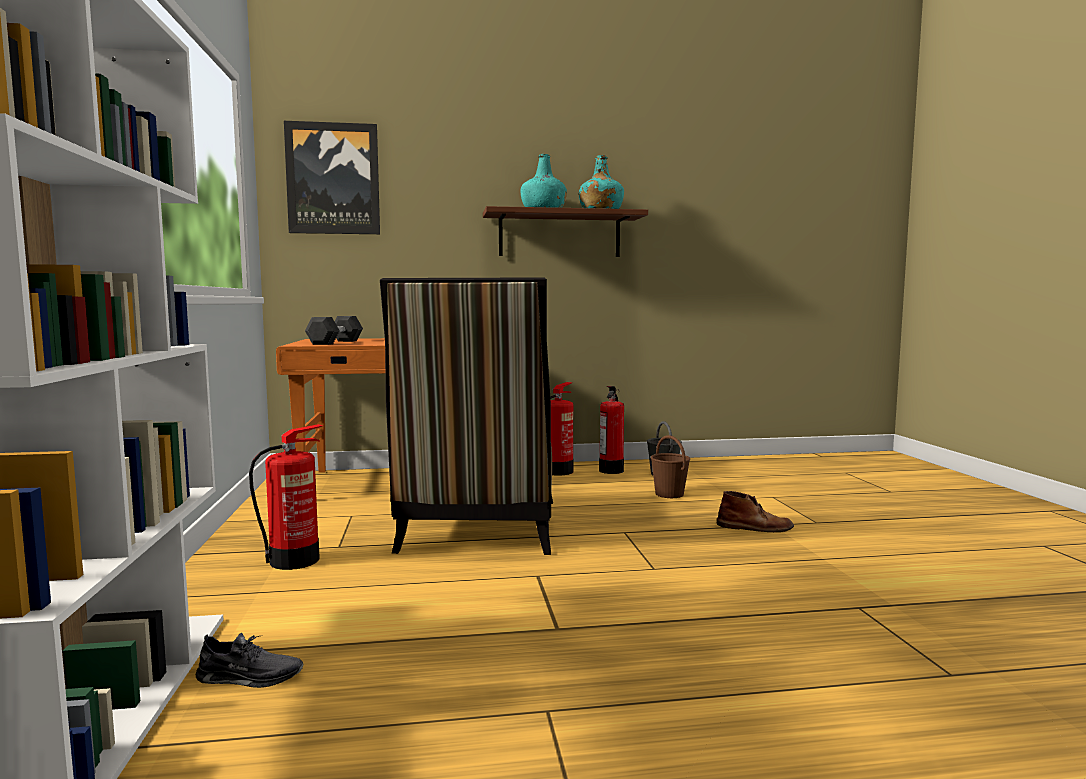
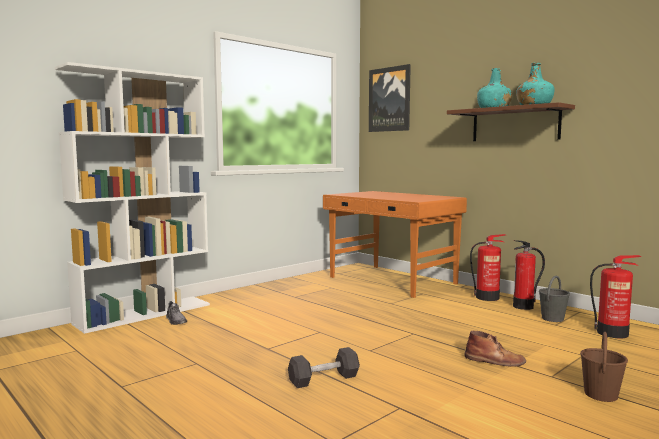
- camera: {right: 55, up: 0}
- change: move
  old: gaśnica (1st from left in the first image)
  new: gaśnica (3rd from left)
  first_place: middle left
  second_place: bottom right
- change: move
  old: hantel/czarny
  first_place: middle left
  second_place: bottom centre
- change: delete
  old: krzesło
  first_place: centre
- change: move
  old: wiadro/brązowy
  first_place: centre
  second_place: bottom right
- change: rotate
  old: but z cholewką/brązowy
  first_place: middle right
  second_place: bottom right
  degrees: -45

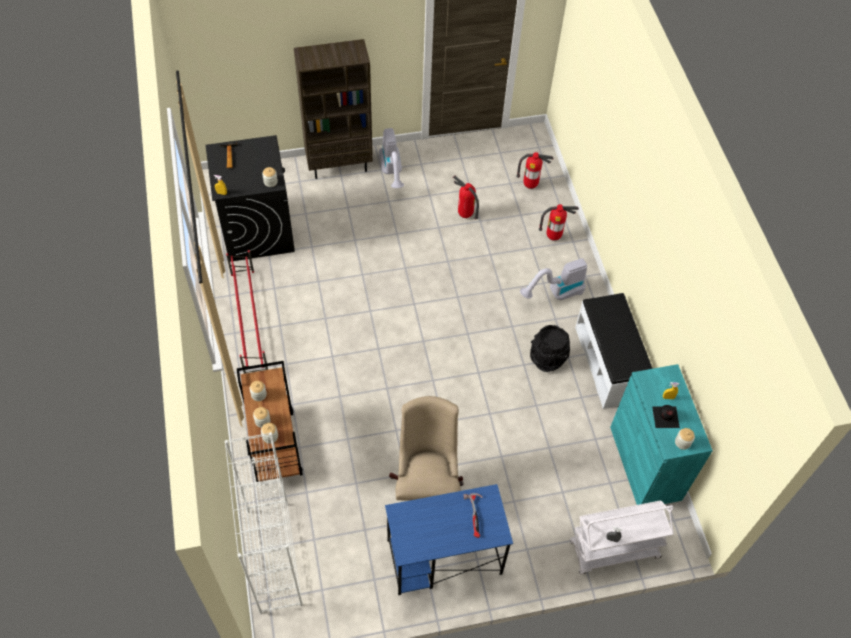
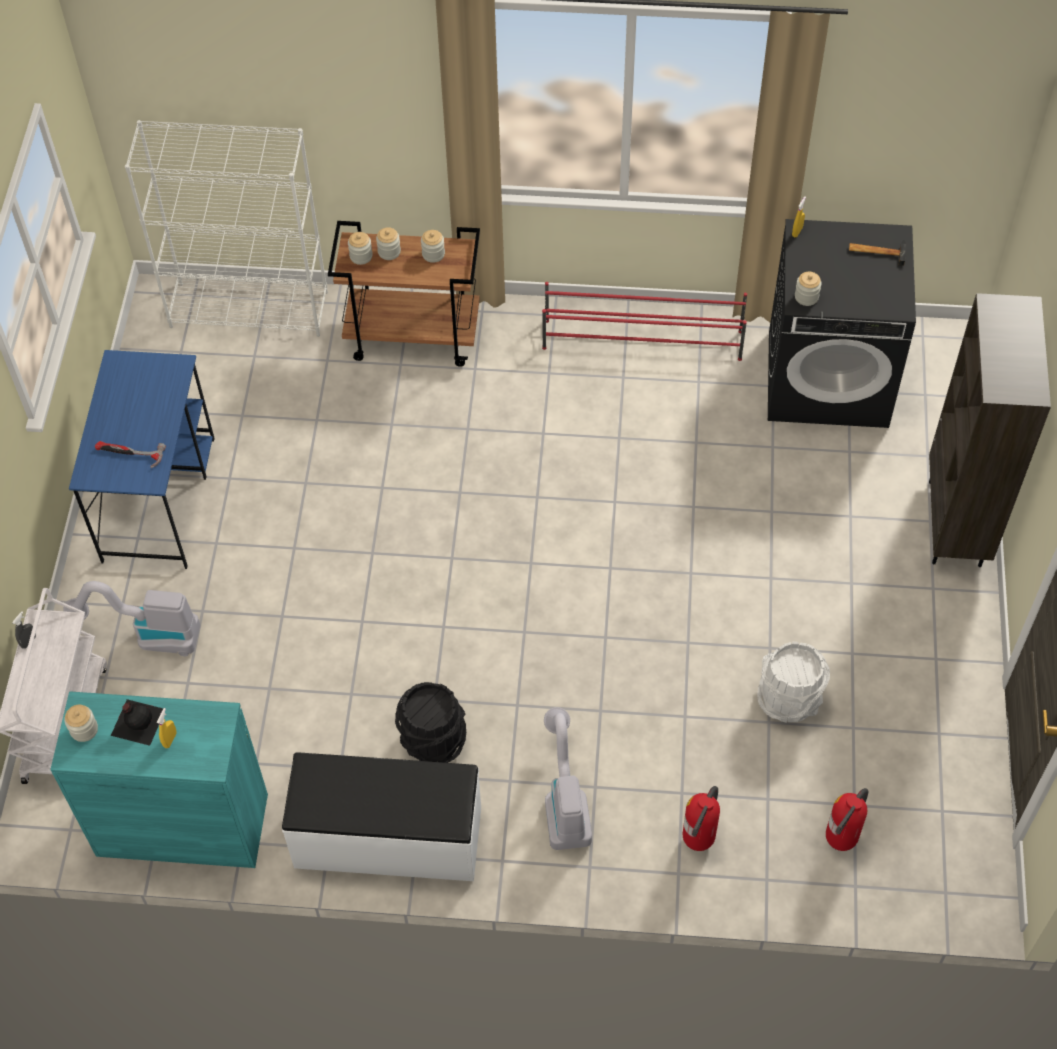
- camera: {right: 110, up: 0}
- change: move
  old: odkurzacz (1st from left)
  first_place: top centre
  second_place: middle left
- change: delete
  old: krzesło biurowe/beżowy
  first_place: bottom centre
- change: replace
  old: gaśnica (1st from left)
  new: wiadro/biały
  first_place: top centre
  second_place: middle right

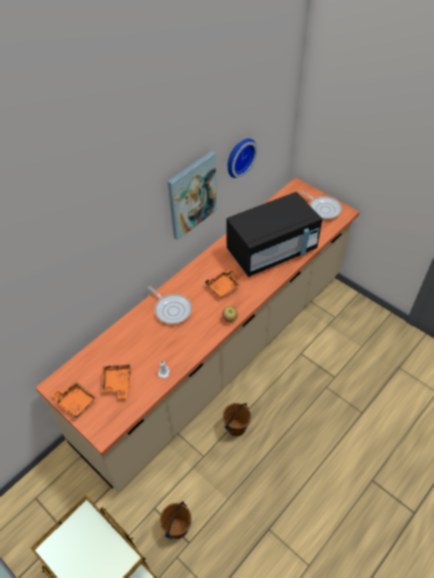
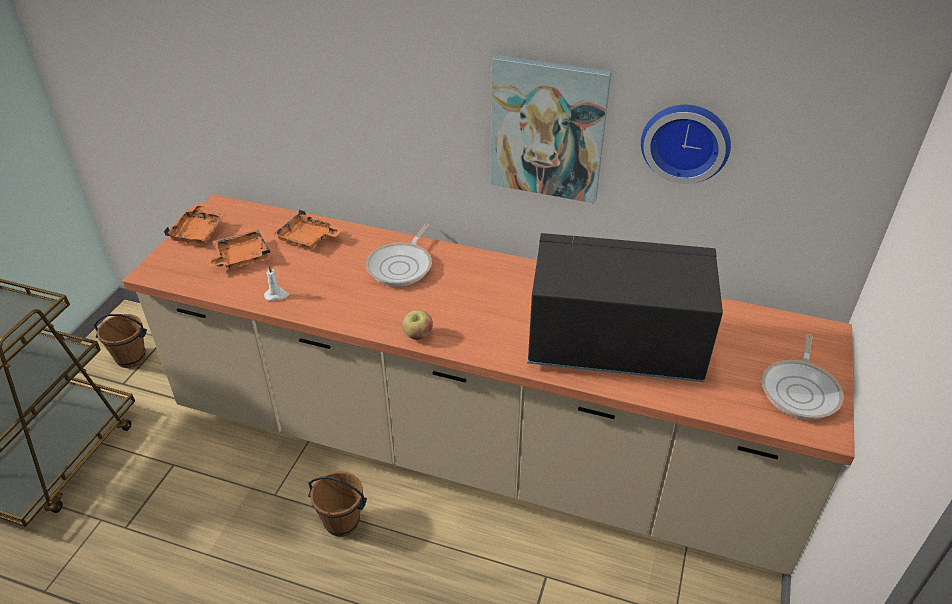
- camera: {right: 65, up: -10}
- change: move
  old: wiadro/brązowy (1st from left)
  first_place: bottom centre
  second_place: middle left
- change: move
  old: taca/pomarańczowy (3rd from left)
  first_place: centre
  second_place: middle left
- change: rotate
  old: mikrofalówka/czarny
  first_place: centre
  second_place: centre
  degrees: 150

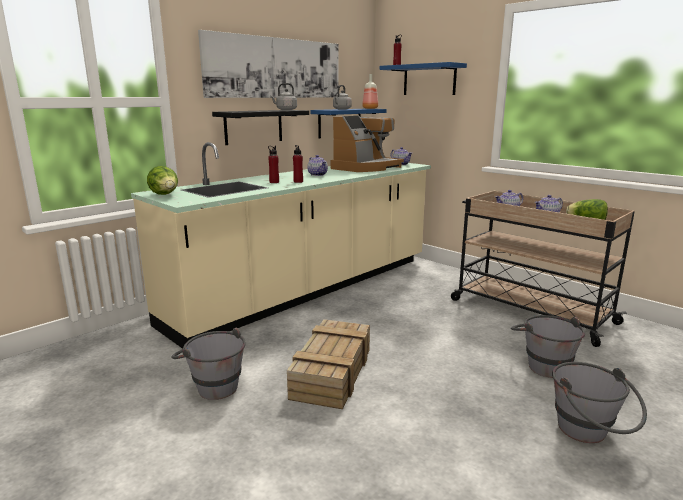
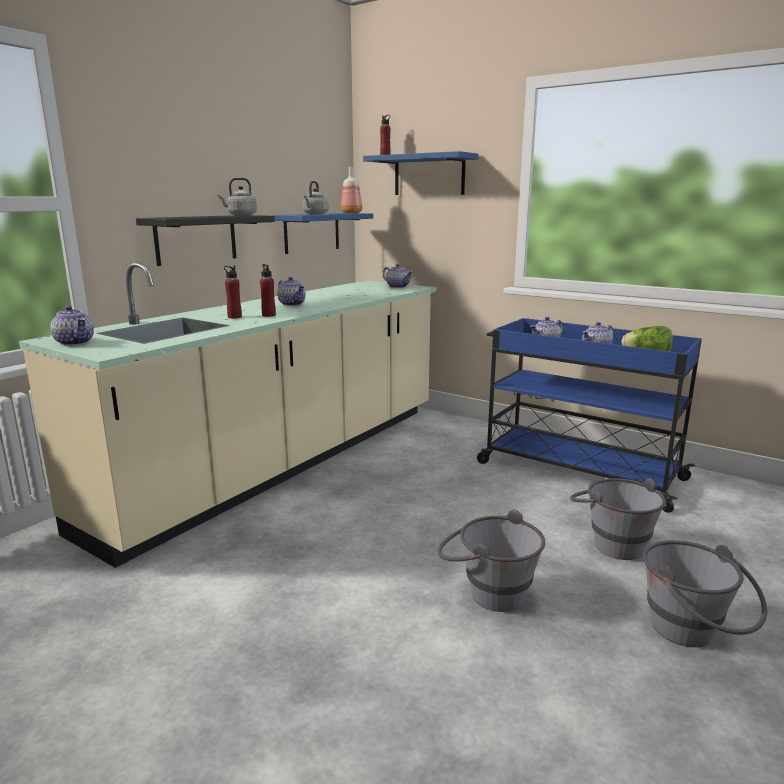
- camera: {right: -10, up: 0}
- change: replace
  old: sałata (1st from left)
  new: imbryk (1st from left)
  first_place: middle left
  second_place: middle left
- change: move
  old: wiadro/szary (1st from left)
  first_place: bottom left
  second_place: bottom centre
- change: delete
  old: obraz
  first_place: top centre
- change: delete
  old: skrzynka
  first_place: bottom centre
- change: delete
  old: ekspres do kawy
  first_place: top centre
- change: recolor
  old: wózek/beżowy
  new: wózek/niebieski
  first_place: middle right
  second_place: middle right

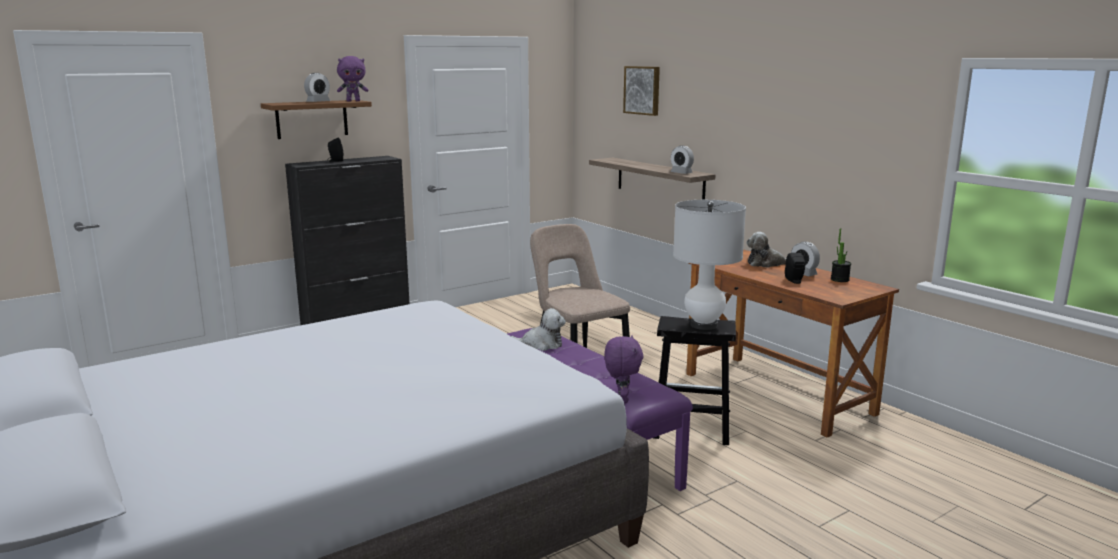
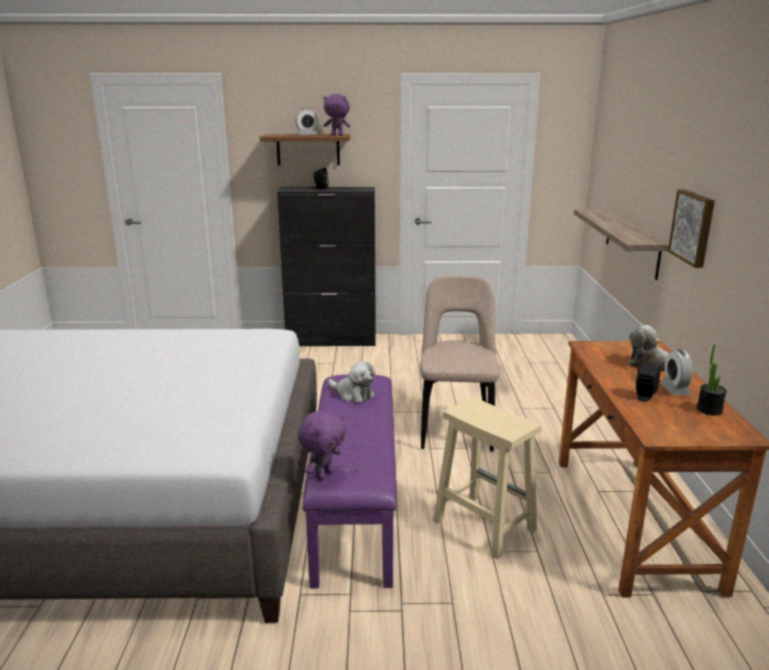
- camera: {right: 35, up: 5}
- change: move
  old: obraz
  first_place: top centre
  second_place: middle right
- change: recolor
  old: stołek/czarny
  new: stołek/beżowy
  first_place: bottom centre
  second_place: bottom centre
- change: delete
  old: budzik (2nd from left)
  first_place: top centre
- change: delete
  old: lampa stołowa/biały
  first_place: centre

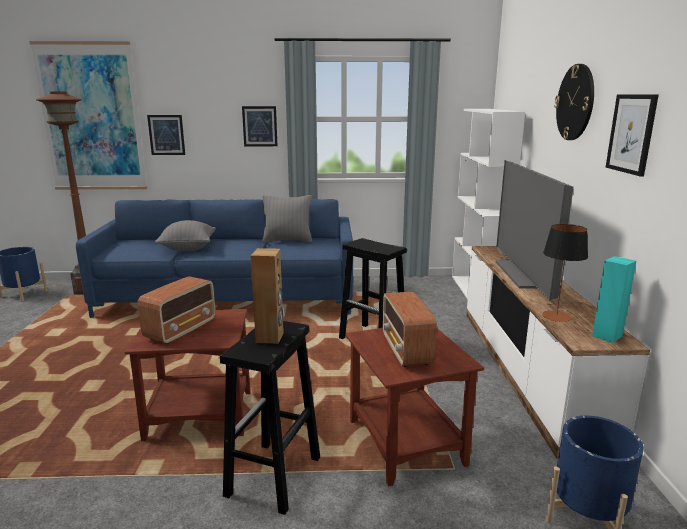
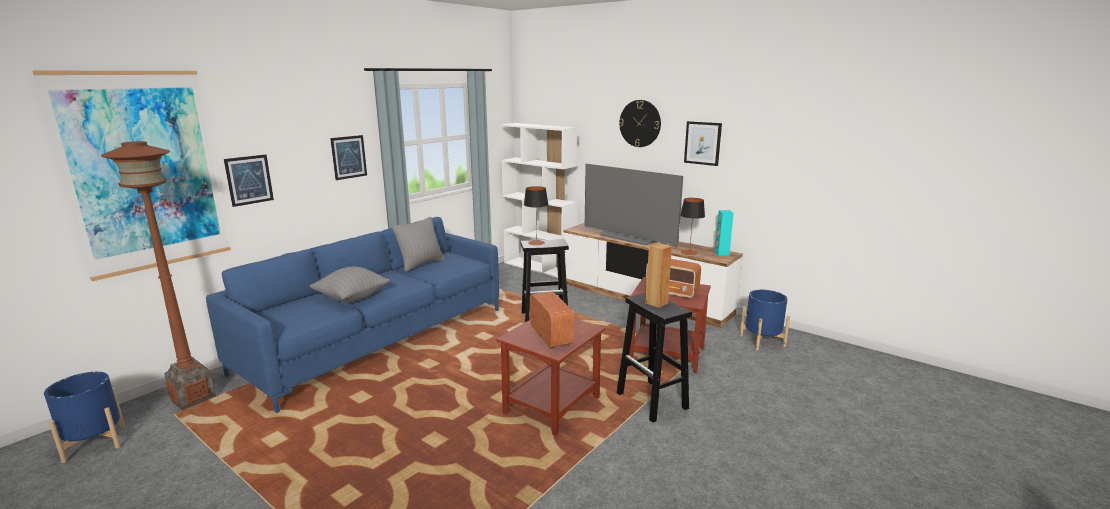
- camera: {right: -50, up: 0}
- change: insert
  new: lampa stołowa (1st from left)
  second_place: centre

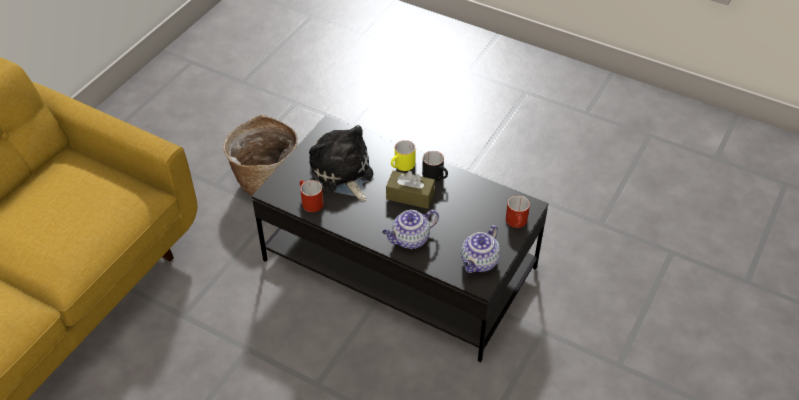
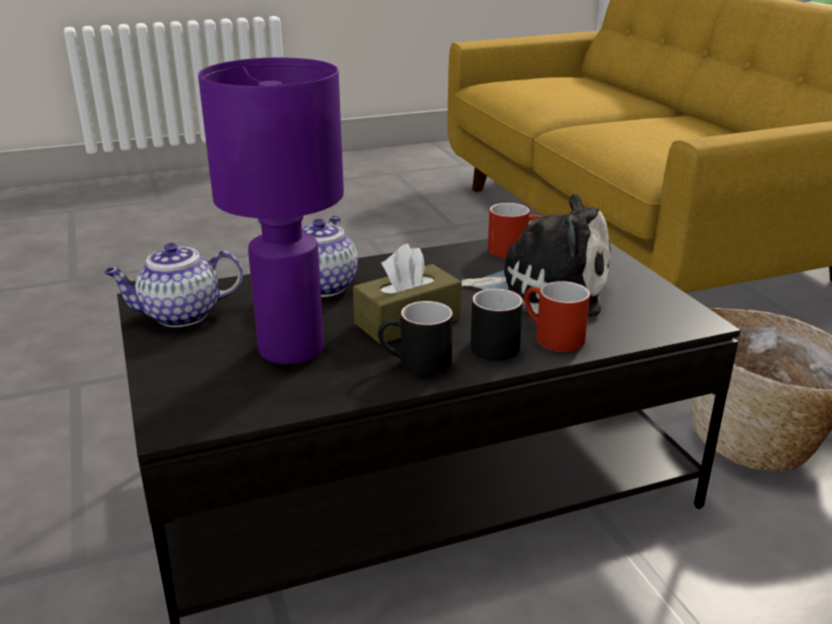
- camera: {right: 130, up: -20}
- change: recolor
  old: kubek/żółty
  new: kubek/czarny (2nd from left)
  first_place: centre
  second_place: centre
- change: rotate
  old: imbryk (2nd from left in the first image)
  first_place: centre
  second_place: middle left
  degrees: -90
- change: move
  old: kubek/czerwony (2nd from left)
  first_place: centre
  second_place: middle right
- change: insert
  new: lampa stołowa/fioletowy
  second_place: middle left

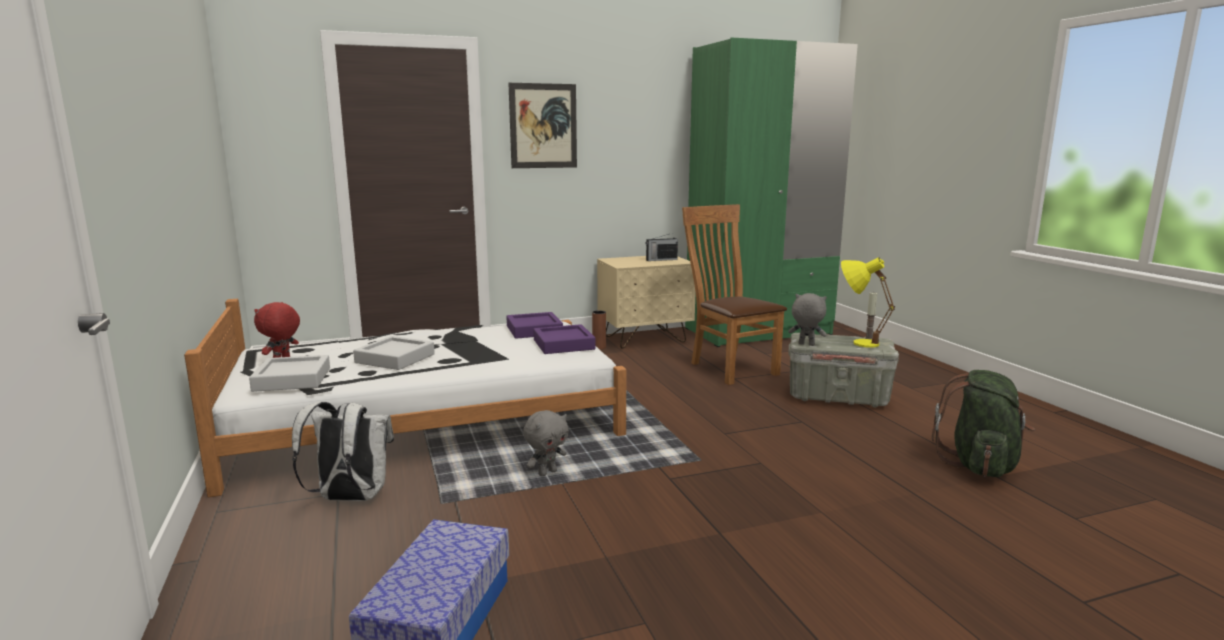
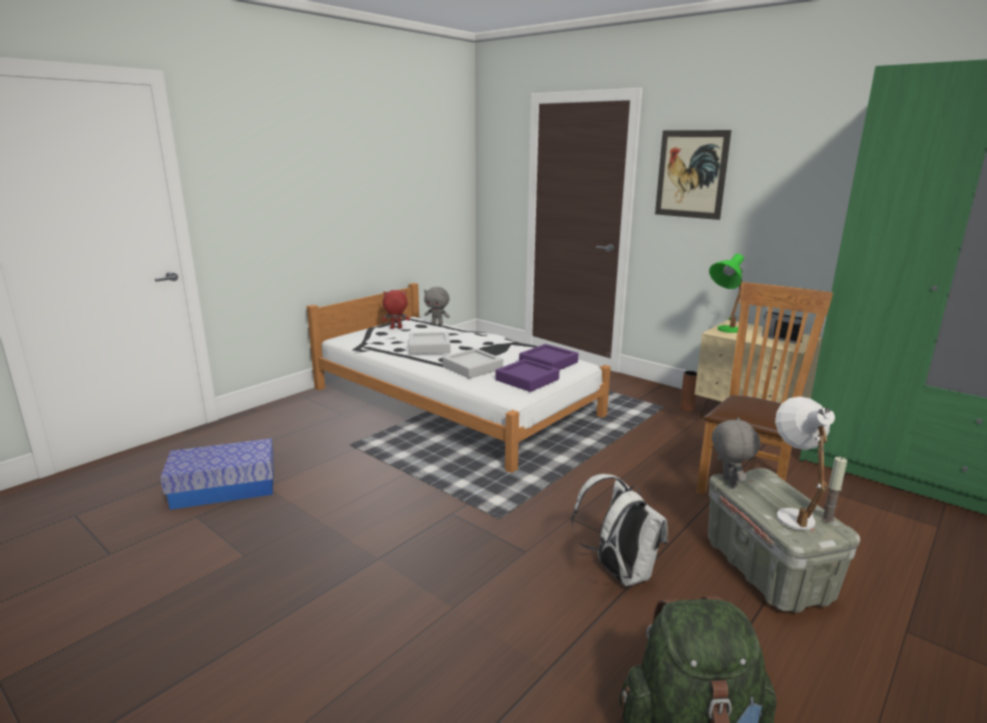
- camera: {right: 60, up: 5}
- change: move
  old: taca/szary (1st from left in the first image)
  new: taca/szary (2nd from left)
  first_place: middle left
  second_place: centre
- change: move
  old: plecak/biały
  first_place: bottom left
  second_place: bottom centre
- change: move
  old: pluszak/szary (1st from left)
  first_place: bottom centre
  second_place: centre
- change: recolor
  old: lampa stołowa/żółty
  new: lampa stołowa/biały
  first_place: middle right
  second_place: middle right
- change: insert
  new: lampa stołowa/zielony
  second_place: middle right

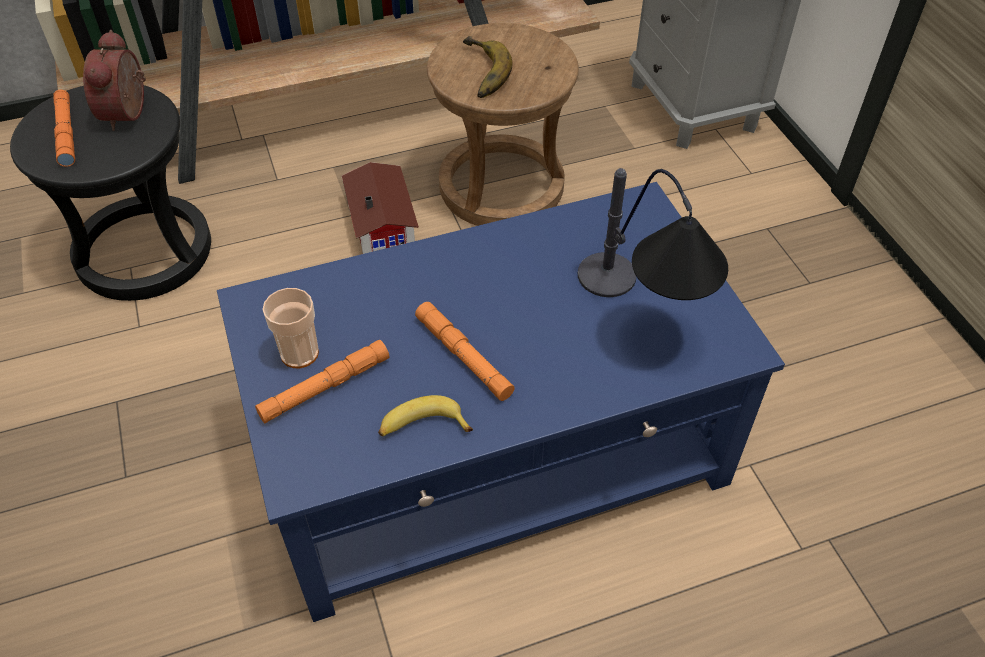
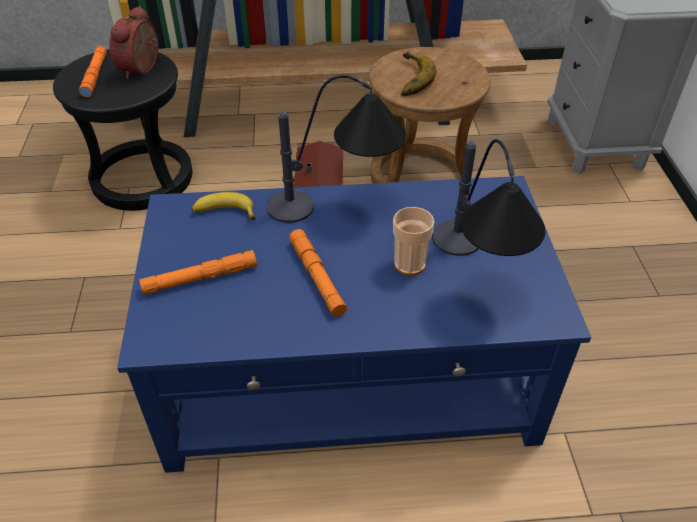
- camera: {right: 15, up: -5}
- change: move
  old: filiżanka
  first_place: middle left
  second_place: centre
- change: move
  old: banan (1st from left)
  first_place: centre
  second_place: middle left
- change: insert
  new: lampa stołowa (1st from left)
  second_place: top centre

